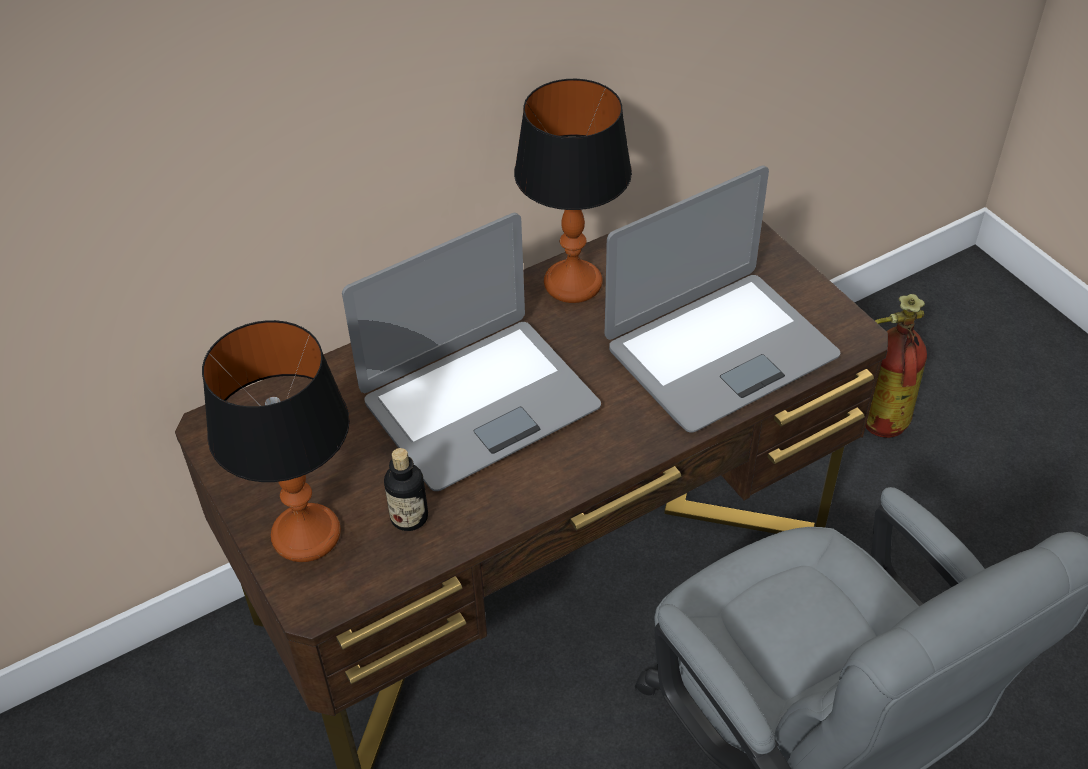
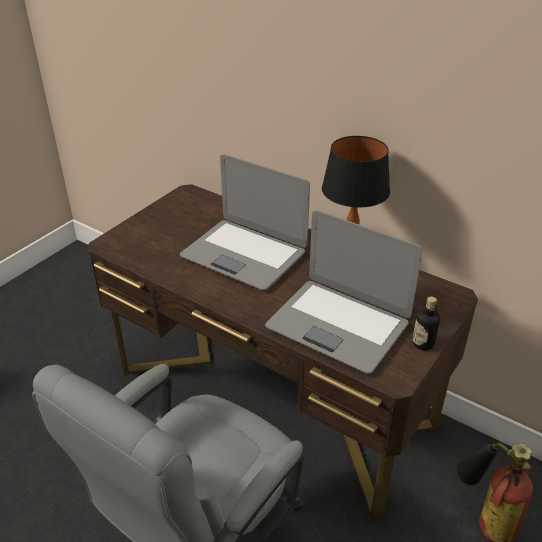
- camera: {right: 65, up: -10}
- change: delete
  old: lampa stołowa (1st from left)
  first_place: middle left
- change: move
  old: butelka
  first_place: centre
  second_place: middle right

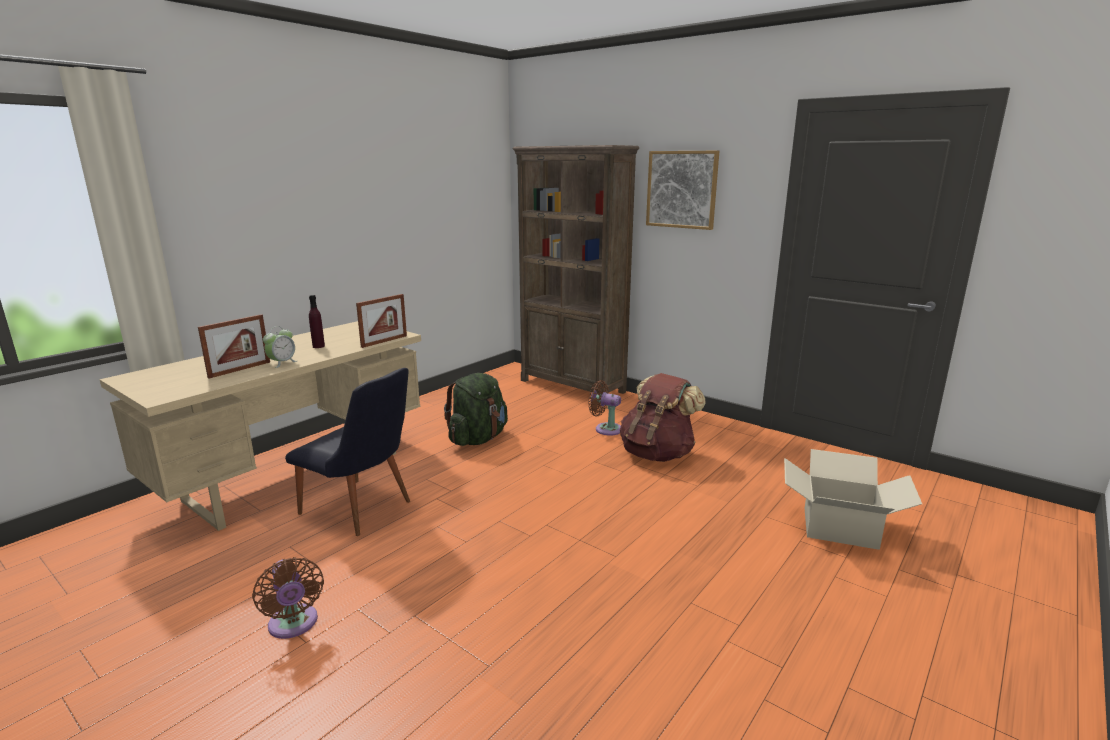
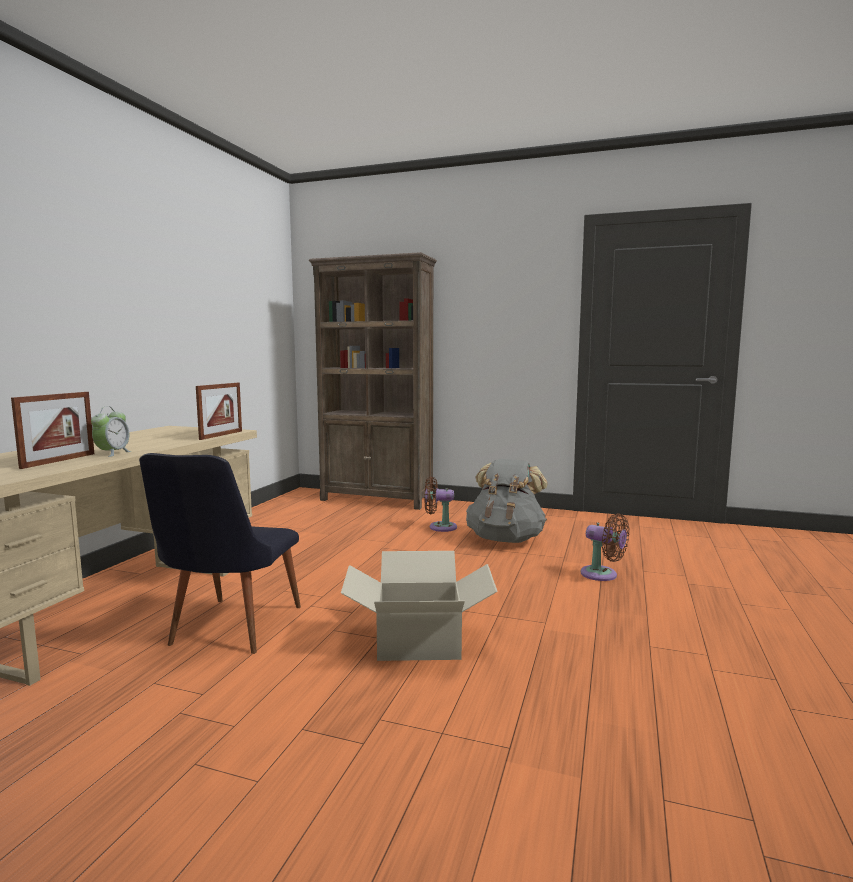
- camera: {right: -20, up: -10}
- change: move
  old: wentylator/brązowy (1st from left in the first image)
  new: wentylator/brązowy (2nd from left)
  first_place: bottom left
  second_place: middle right
- change: rotate
  old: krzesło/czarny
  first_place: middle left
  second_place: middle left
  degrees: 90
- change: delete
  old: butelka/fioletowy
  first_place: middle left
- change: delete
  old: plecak/zielony
  first_place: centre
- change: recolor
  old: plecak/brązowy
  new: plecak/szary
  first_place: centre
  second_place: centre
- change: delete
  old: obraz
  first_place: top centre
- change: move
  old: karton
  first_place: bottom right
  second_place: bottom centre

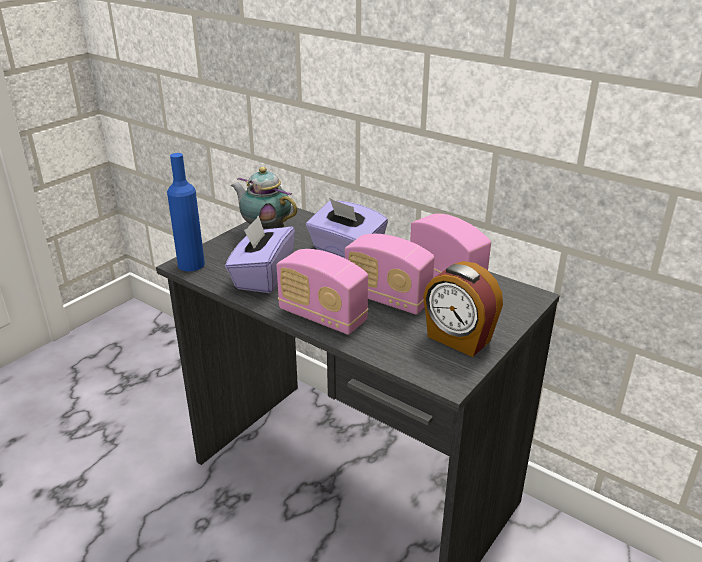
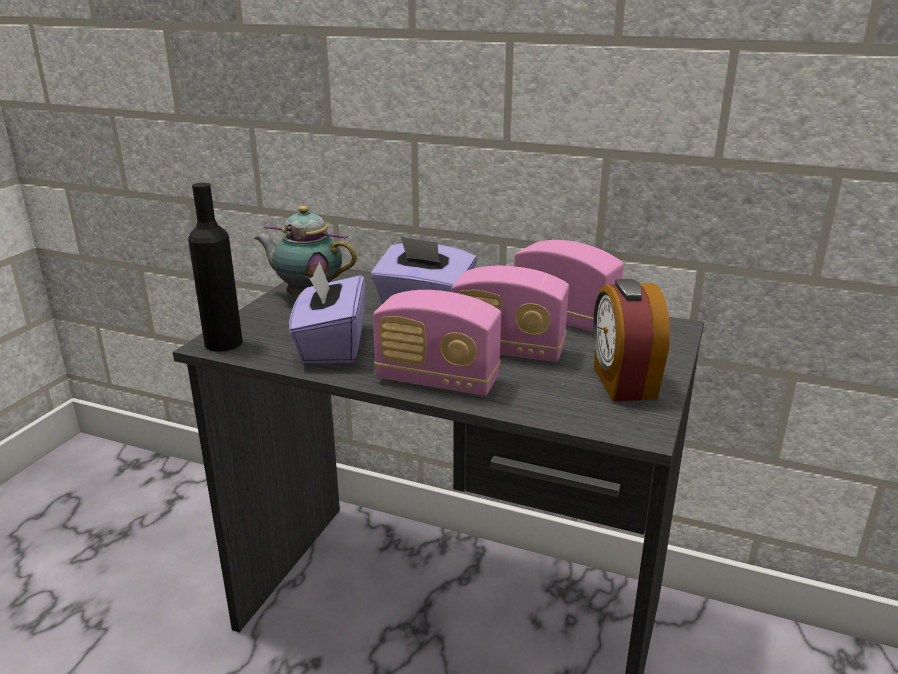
- camera: {right: -15, up: -5}
- change: recolor
  old: butelka/niebieski
  new: butelka/czarny
  first_place: middle left
  second_place: middle left
- change: rotate
  old: budzik
  first_place: centre
  second_place: middle right
  degrees: 60

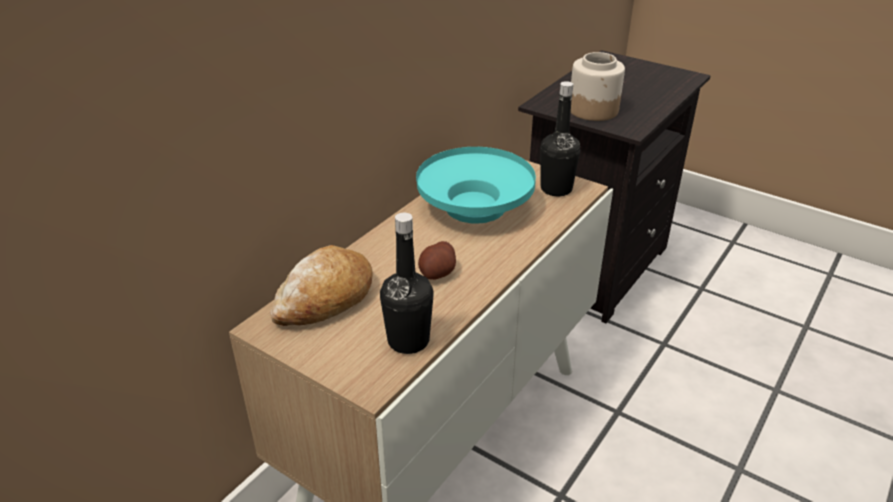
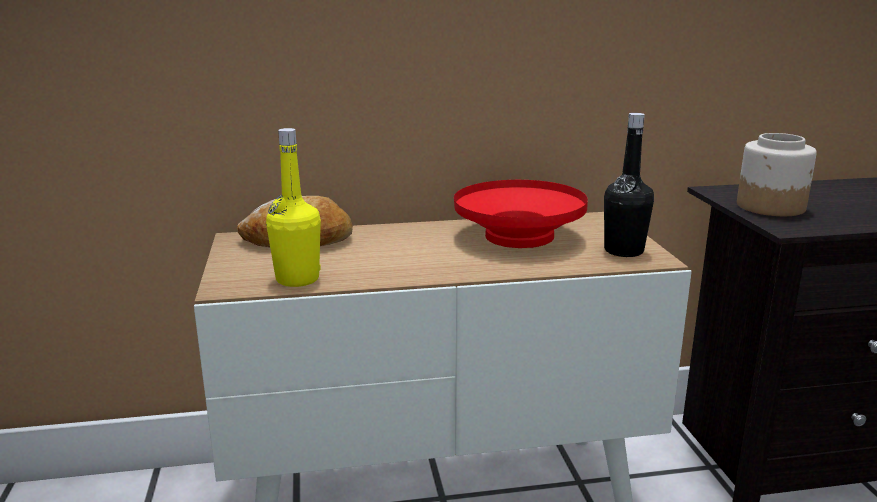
- camera: {right: 45, up: -15}
- change: recolor
  old: butelka/czarny (1st from left)
  new: butelka/żółty
  first_place: centre
  second_place: centre
- change: recolor
  old: miska/turkusowy
  new: miska/czerwony
  first_place: centre
  second_place: centre
- change: delete
  old: ziemniak
  first_place: centre

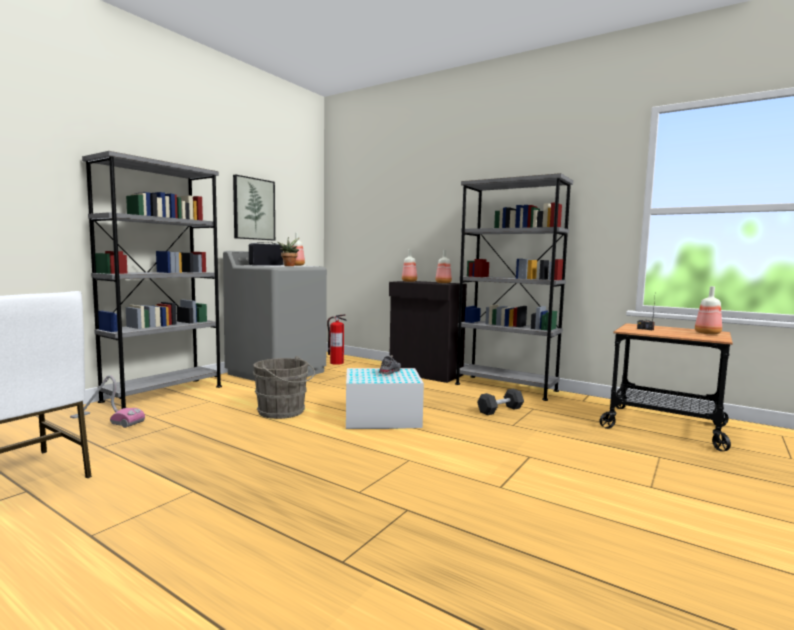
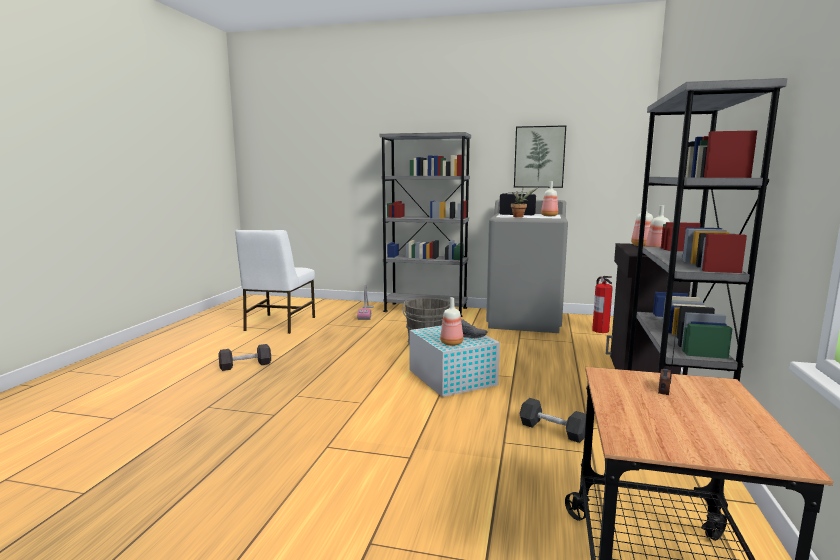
- camera: {right: 70, up: 5}
- change: move
  old: butelka (4th from left in the first image)
  new: butelka (1st from left)
  first_place: middle right
  second_place: centre
- change: insert
  new: hantel/czarny (1st from left)
  second_place: middle left

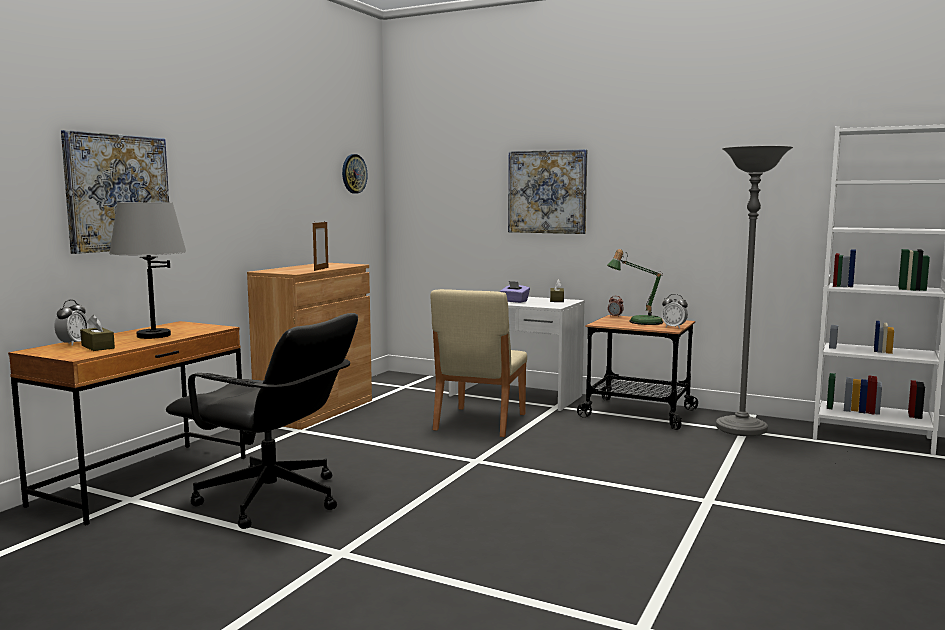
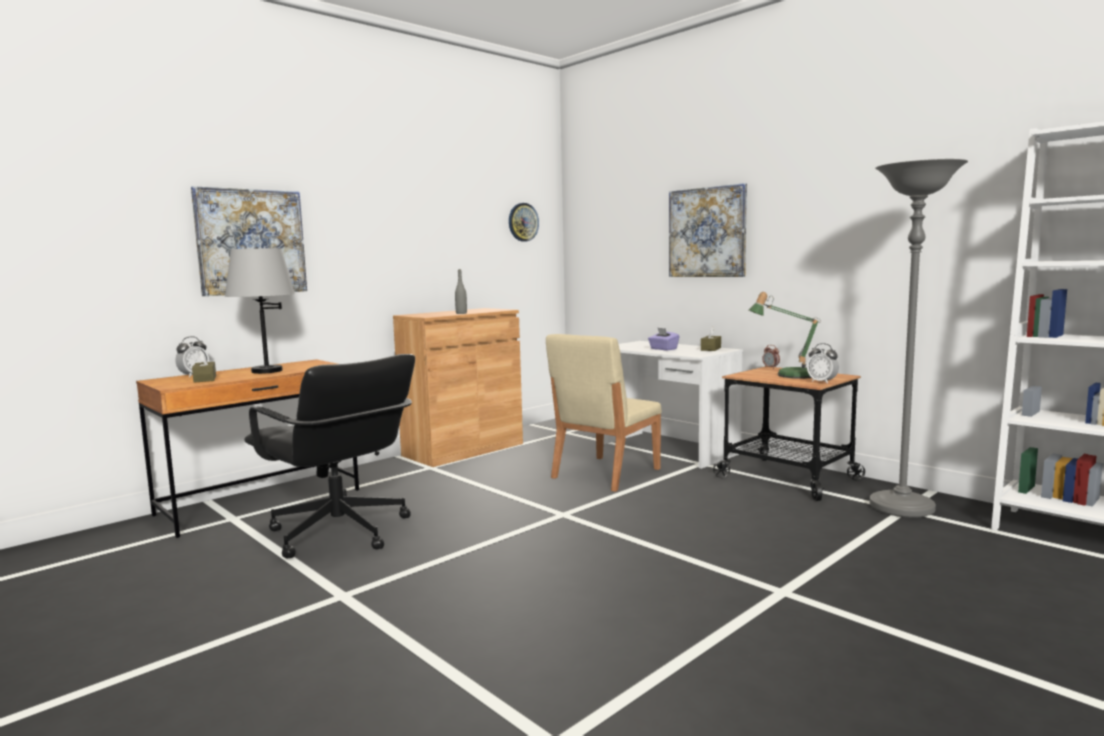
- camera: {right: 20, up: 0}
- change: replace
  old: ramka na zdjęcie
  new: butelka/szary
  first_place: centre
  second_place: centre

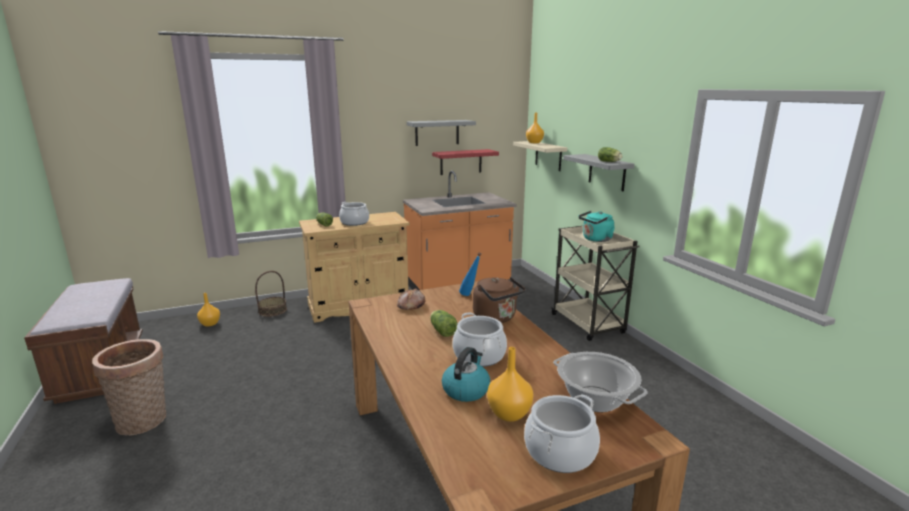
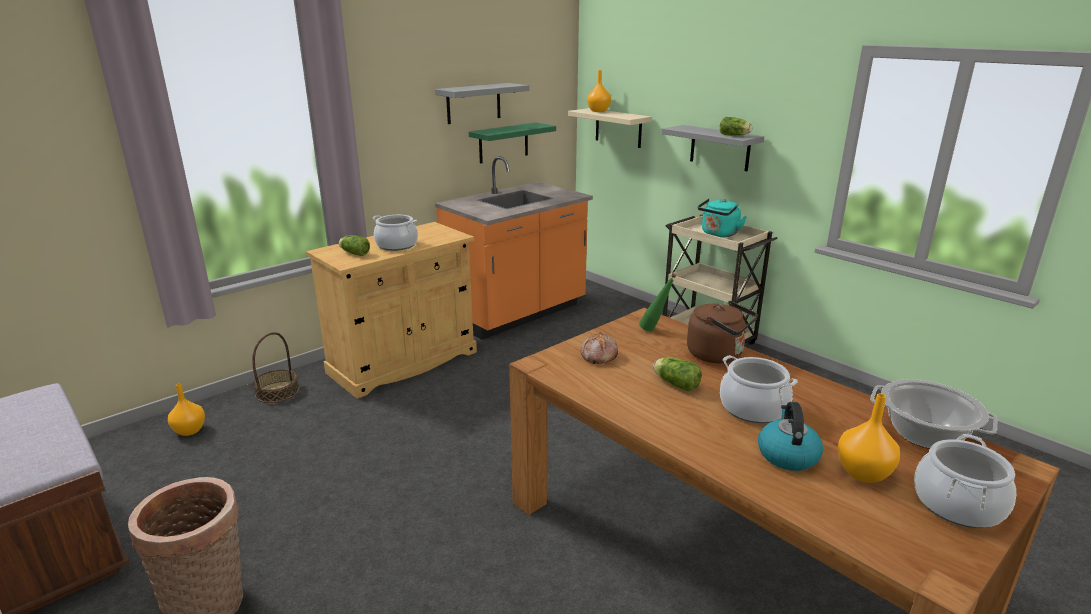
- camera: {right: -20, up: 5}
- change: recolor
  old: półka/czerwony
  new: półka/zielony
  first_place: top centre
  second_place: top centre
- change: recolor
  old: butelka/niebieski
  new: butelka/zielony
  first_place: centre
  second_place: centre

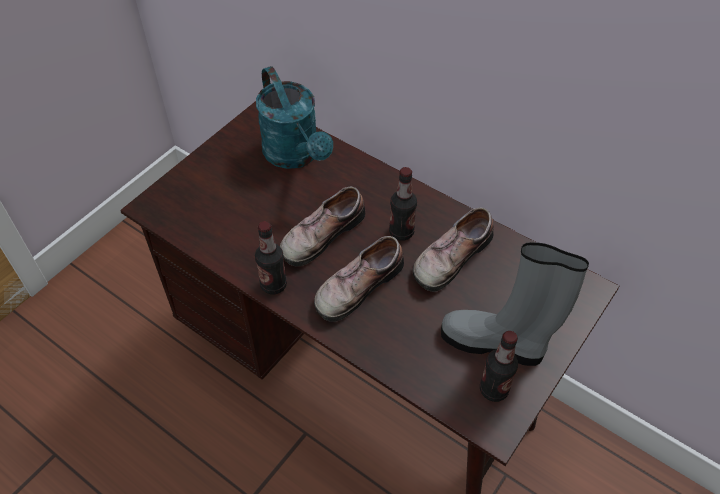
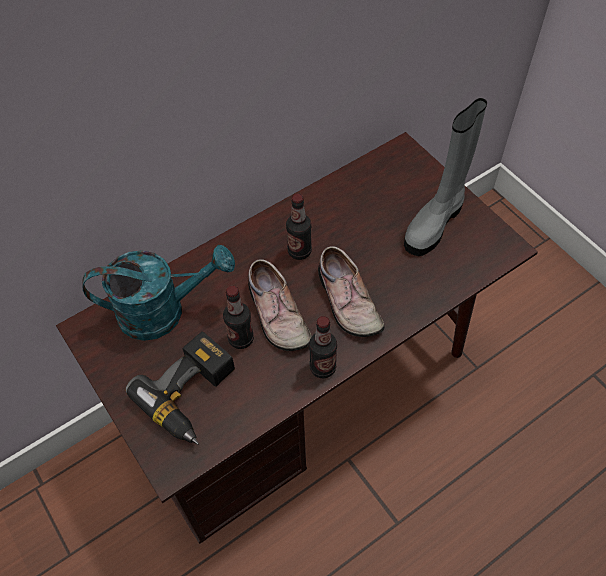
- camera: {right: -70, up: 5}
- change: delete
  old: but (3rd from left)
  first_place: centre
- change: move
  old: butelka (3rd from left in the first image)
  new: butelka (1st from left)
  first_place: bottom right
  second_place: centre
- change: insert
  new: wiertarka
  second_place: bottom left

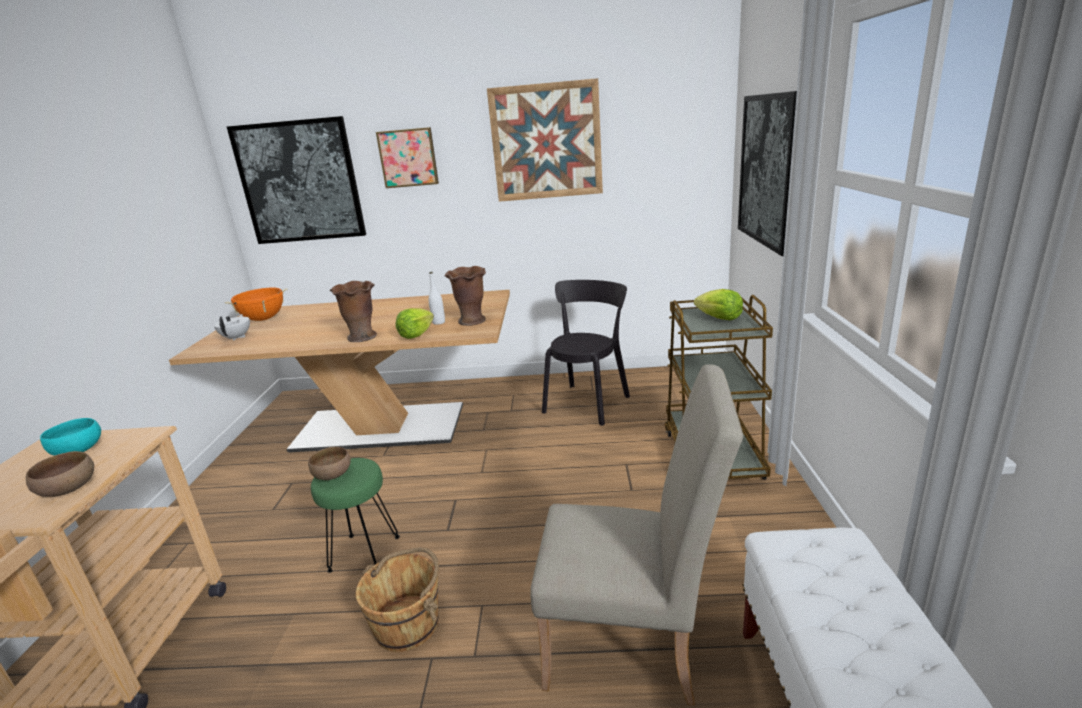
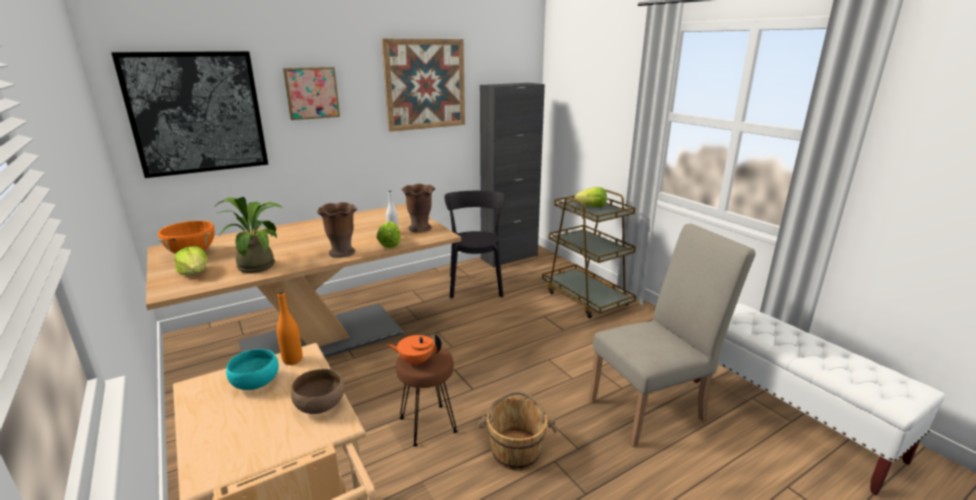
- camera: {right: -35, up: 0}
- change: replace
  old: imbryk/biały
  new: sałata (1st from left)
  first_place: middle left
  second_place: middle left
- change: replace
  old: miska/brązowy (2nd from left)
  new: imbryk/pomarańczowy
  first_place: middle left
  second_place: bottom centre
- change: recolor
  old: stołek/zielony
  new: stołek/brązowy
  first_place: bottom left
  second_place: bottom centre
- change: delete
  old: obraz (4th from left)
  first_place: top right
- change: insert
  new: roślina doniczkowa
  second_place: middle left
- change: insert
  new: butelka/pomarańczowy
  second_place: middle left
- change: insert
  new: szafka/czarny
  second_place: centre

